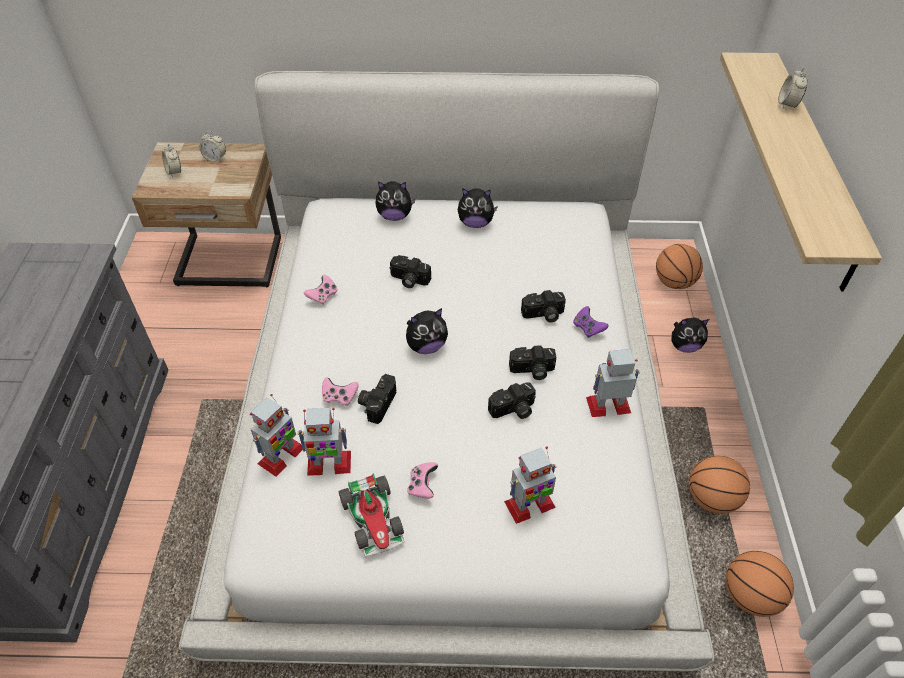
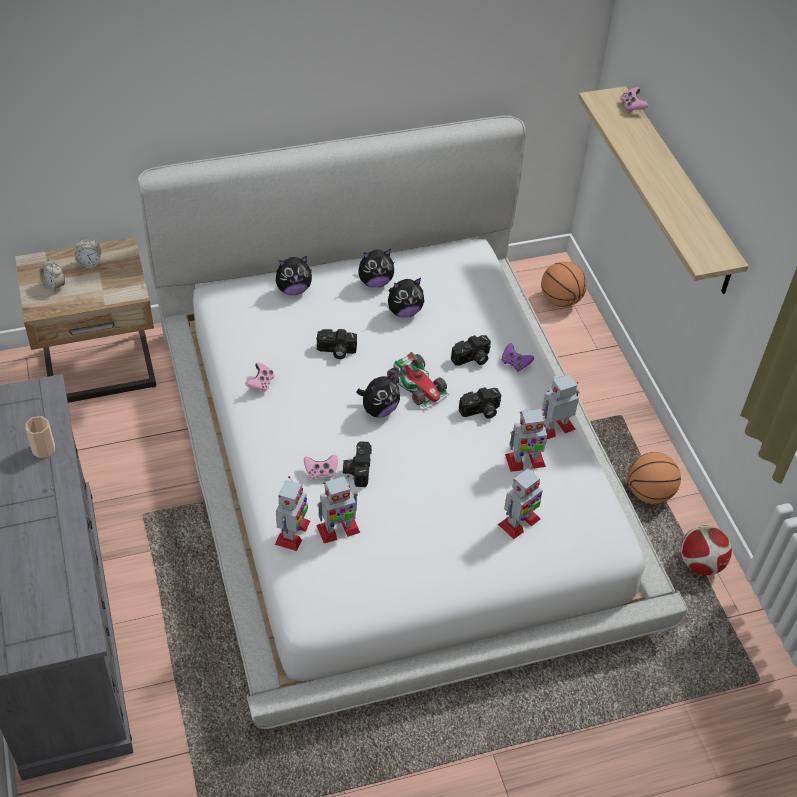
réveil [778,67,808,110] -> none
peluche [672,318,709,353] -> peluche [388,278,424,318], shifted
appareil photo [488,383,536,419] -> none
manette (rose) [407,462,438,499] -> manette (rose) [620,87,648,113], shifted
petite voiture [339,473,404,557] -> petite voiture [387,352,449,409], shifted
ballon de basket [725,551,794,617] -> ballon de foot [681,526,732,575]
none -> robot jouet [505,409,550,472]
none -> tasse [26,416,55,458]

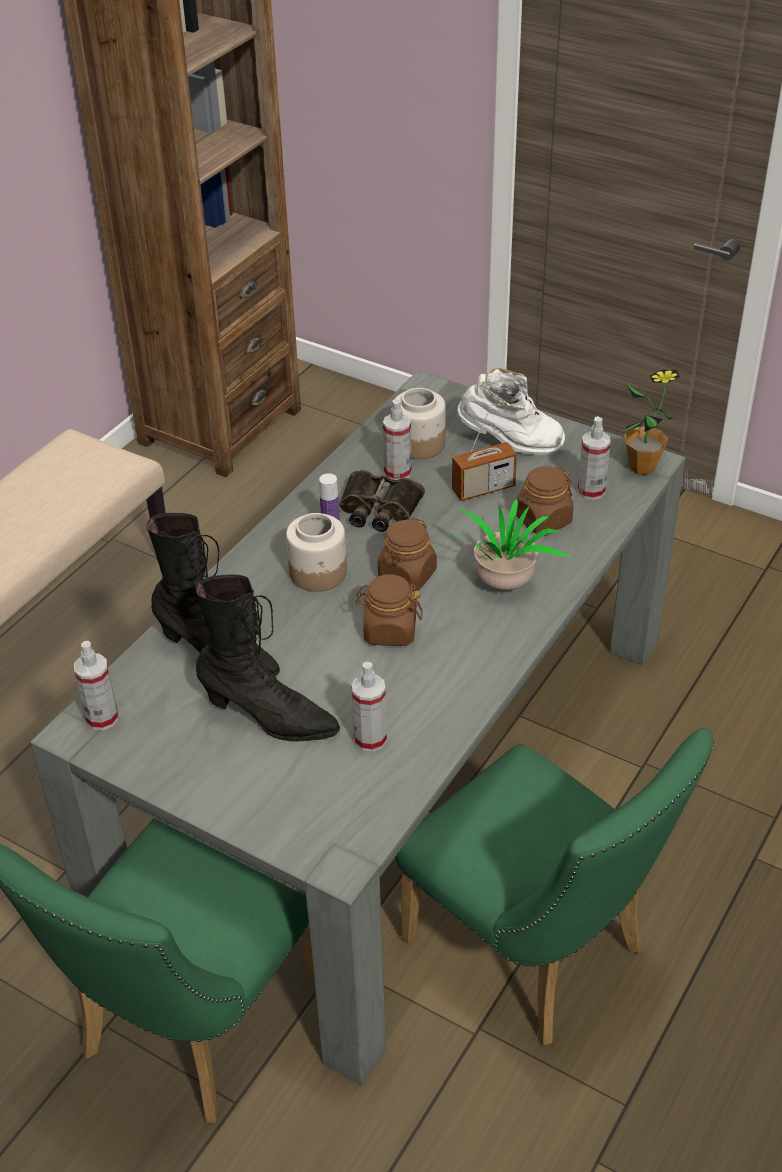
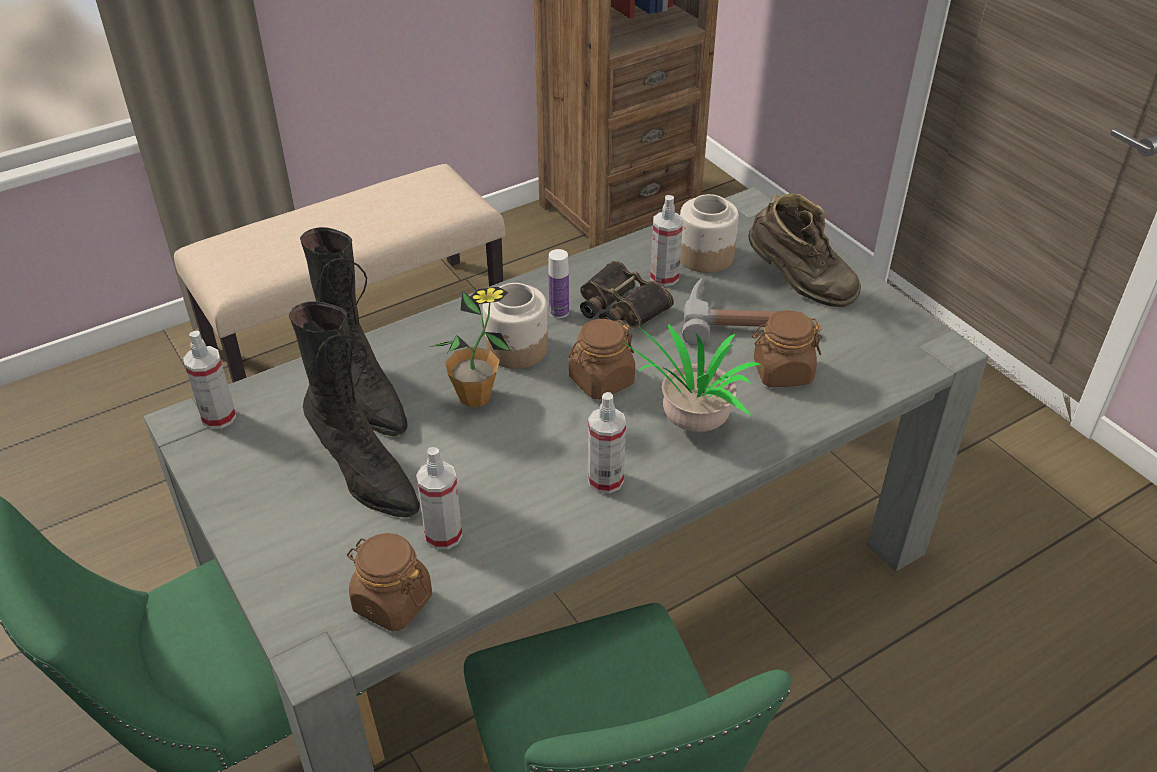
botte (blanc) [457,368,565,455] -> botte (marron) [749,193,861,307]
plante en pot [623,369,680,475] -> plante en pot [429,287,510,407], shifted
radio [452,407,517,501] -> marteau [682,276,804,345]
vaporisateur [578,416,611,500] -> vaporisateur [588,392,626,494], shifted
bocal (marron) [355,574,423,646] -> bocal (marron) [347,533,432,632], shifted

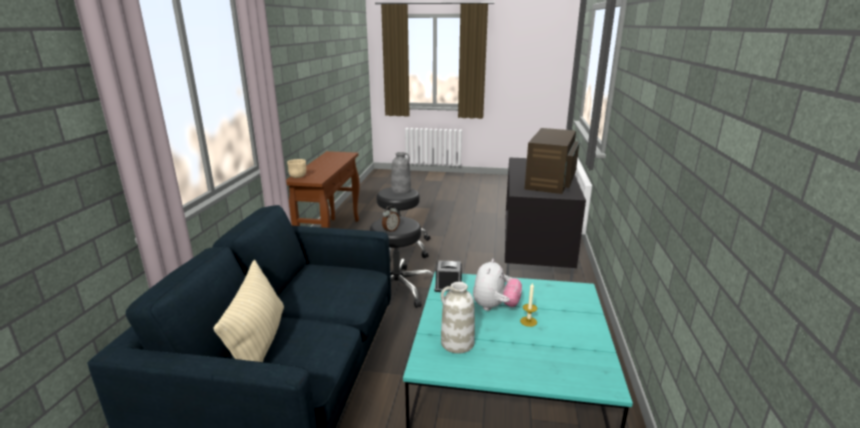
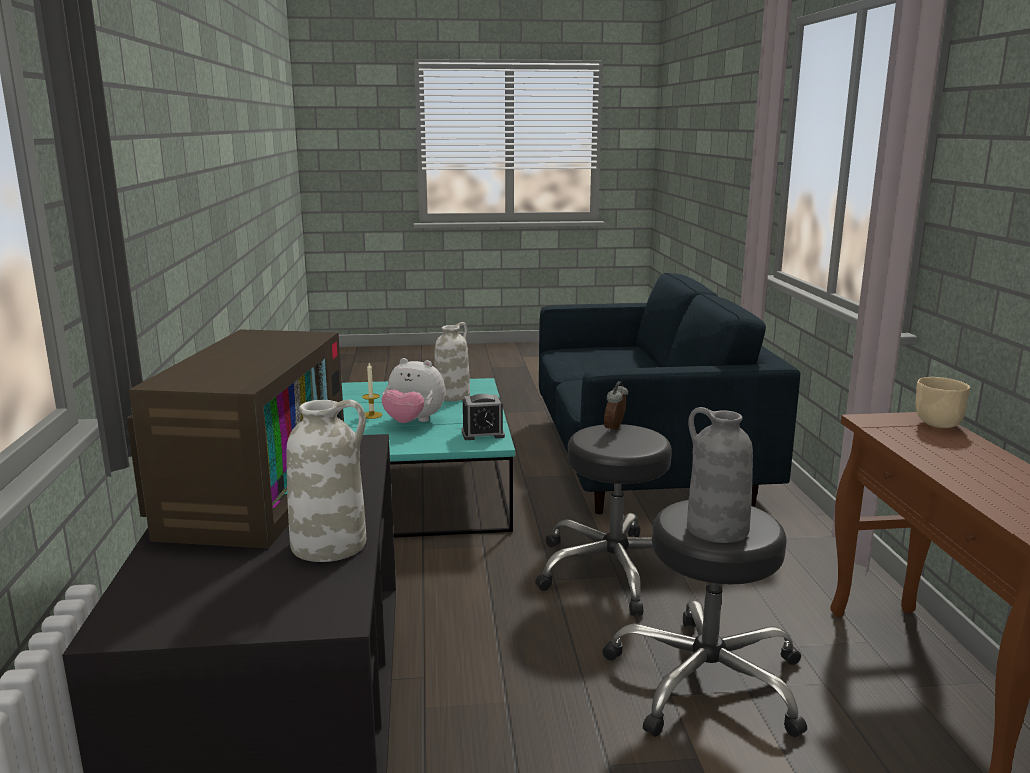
peluche [473,259,522,311] -> peluche [381,358,445,423], 75 degrees counterclockwise
coussin (beige) [214,260,284,362] -> none
none -> vase (blanc) [286,400,366,562]

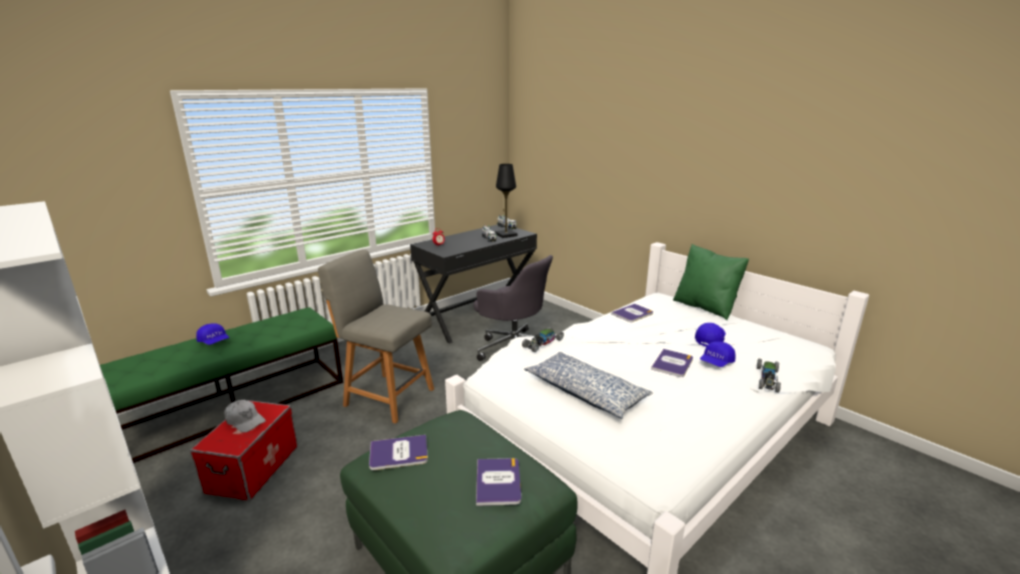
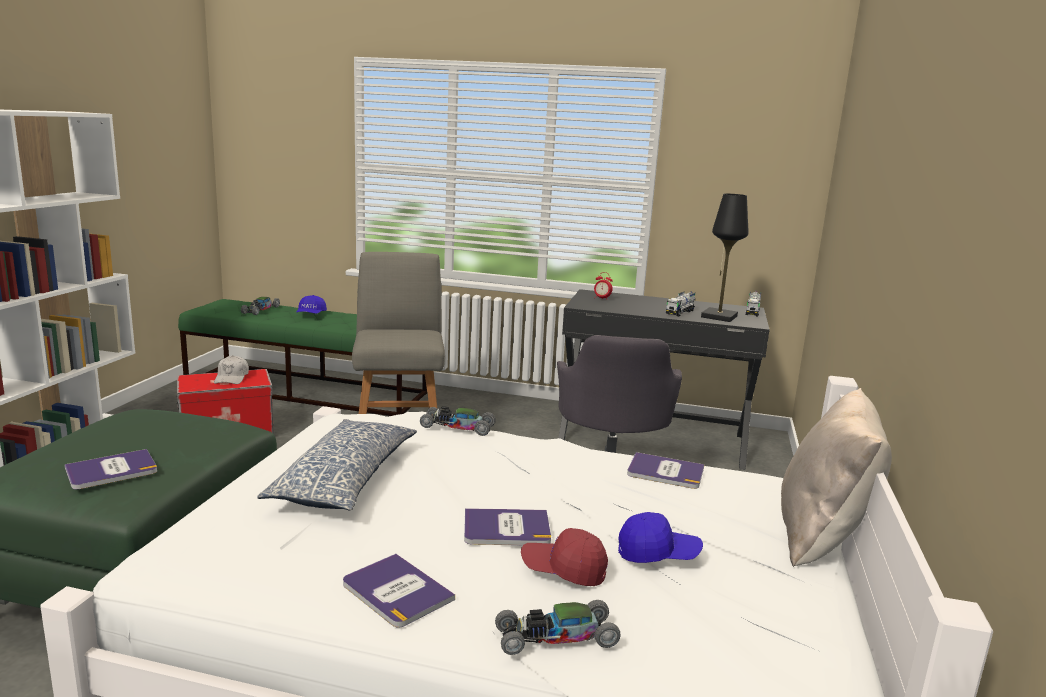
coussin (vert) [673,244,749,320] -> coussin (beige) [781,388,892,567]
casquette (bleu) [700,341,735,367] -> casquette (rouge) [521,528,608,586]
livre [369,435,428,470] -> livre [343,554,455,628], shifted
none -> petite voiture [241,297,280,315]

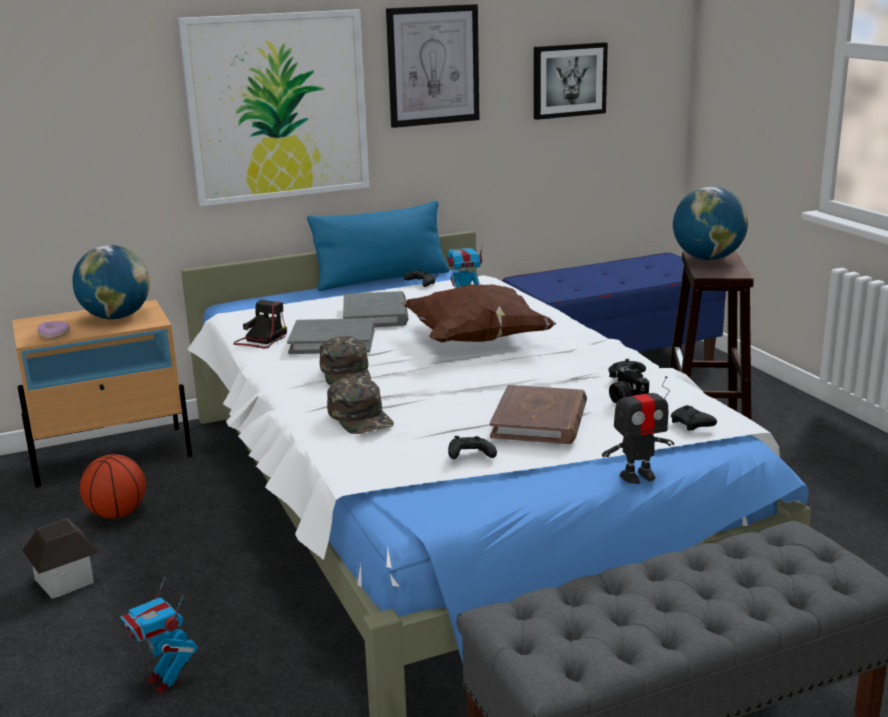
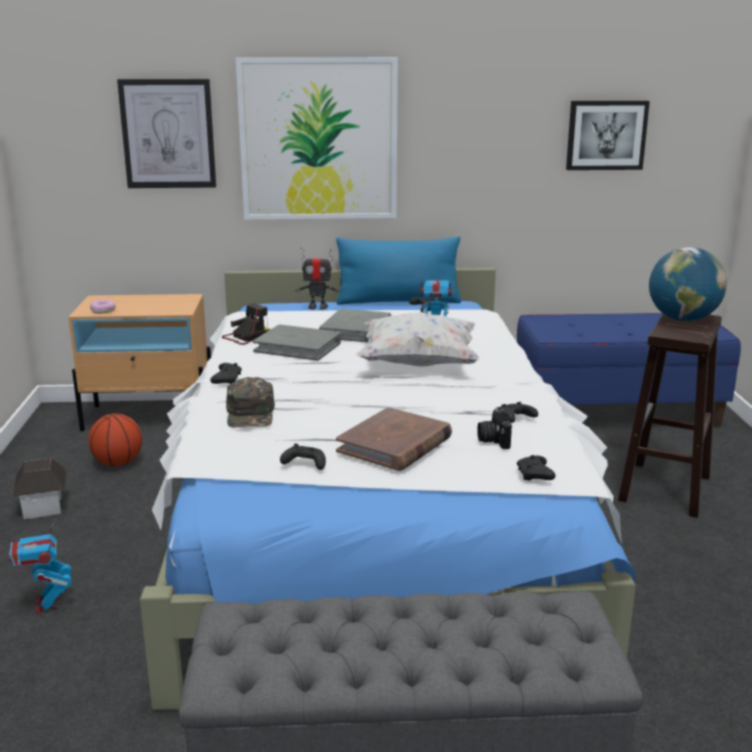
tableau [386,4,480,128] -> tableau [117,79,216,188], shifted
globe [72,245,150,319] -> none
coussin (marron) [402,284,556,342] -> coussin (blanc) [356,312,479,367]
casquette (vert) [320,336,371,385] -> none
robot jouet [602,376,674,484] -> robot jouet [295,248,340,310], shifted
none -> manette (noir) [210,363,242,384]

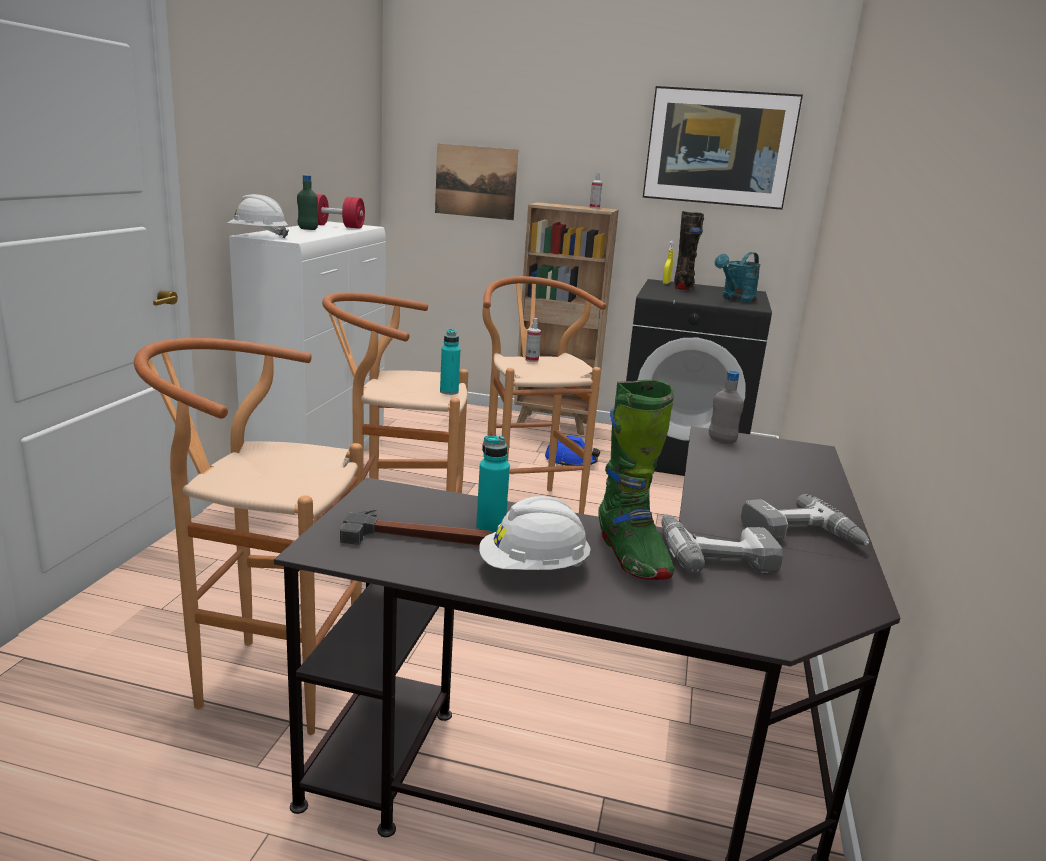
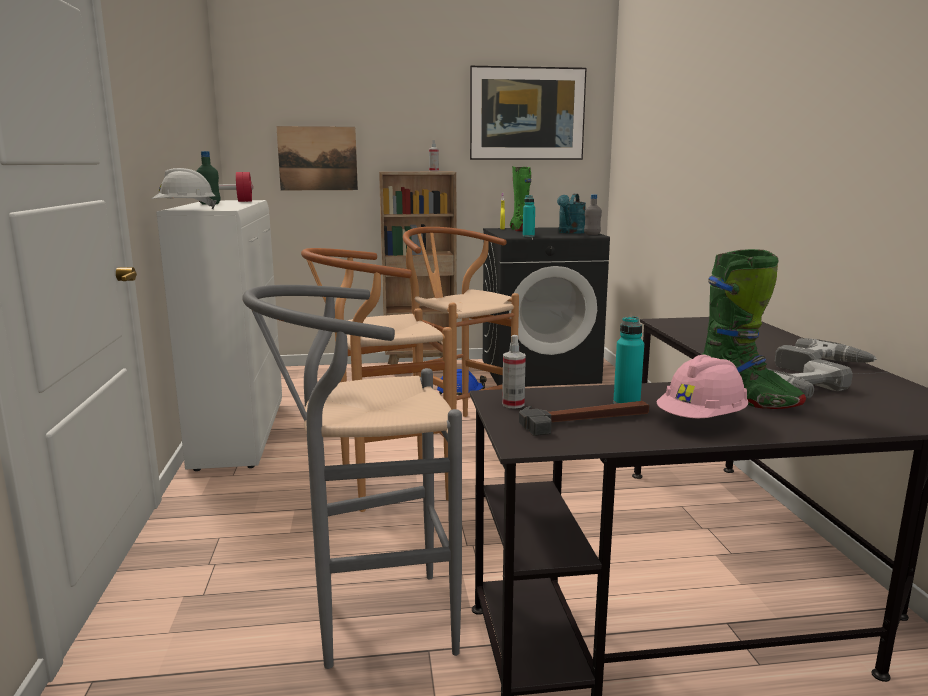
botte (noir) [674,211,704,290] -> botte (vert) [510,166,531,231]
vaporisateur [525,318,541,362] -> vaporisateur [502,335,526,409], shifted
bouteille (turquoise) [440,329,460,395] -> bouteille (turquoise) [523,195,535,237], shifted
tabouret (marron) [134,338,362,735] -> tabouret (gris) [242,285,462,669]
bouteille (gris) [709,371,744,444] -> bouteille (gris) [584,194,602,235], shifted
casque de chantier (blanc) [479,496,591,570] -> casque de chantier (rose) [656,355,748,418]

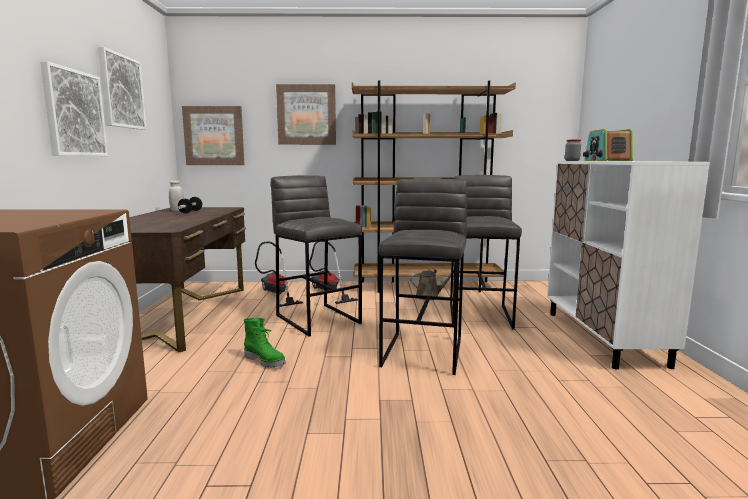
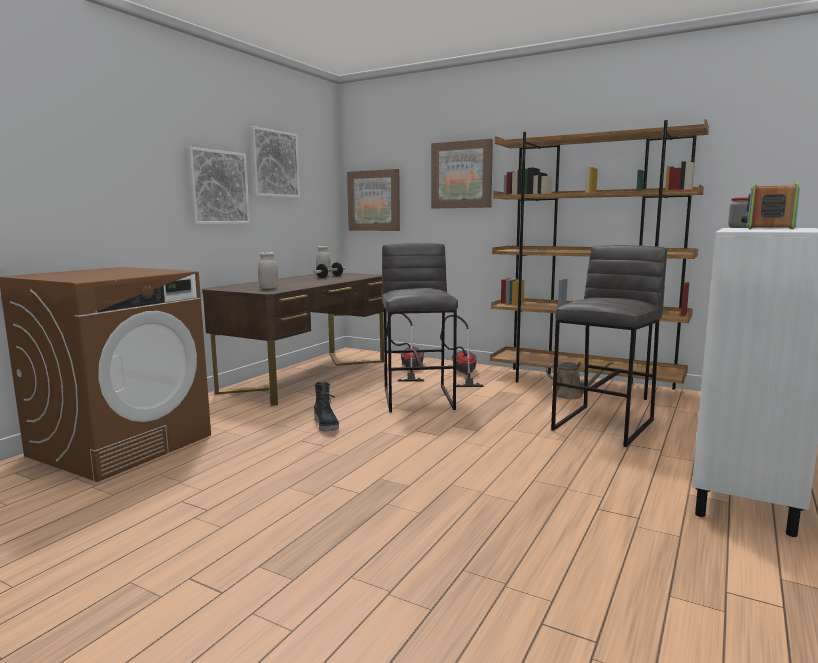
tabouret (gris) [378,178,467,375] -> none
botte (vert) [244,317,286,368] -> botte (noir) [314,382,339,432]
none -> bocal (blanc) [258,252,278,289]

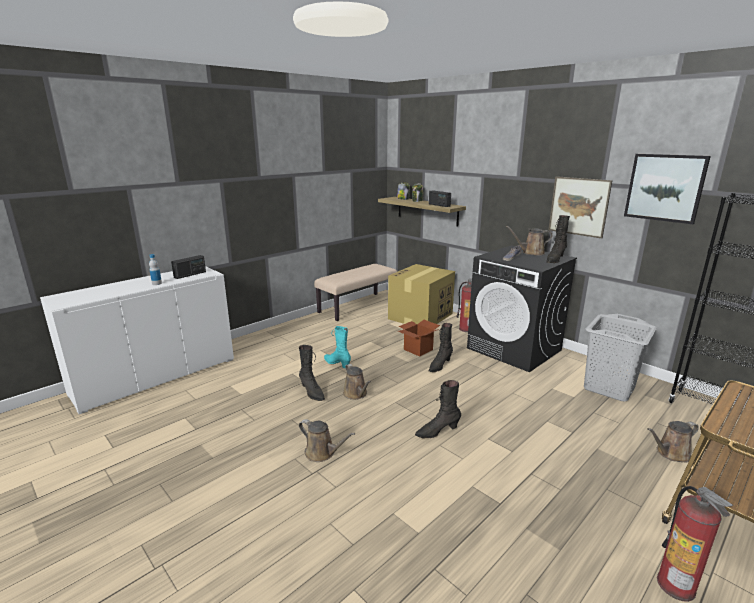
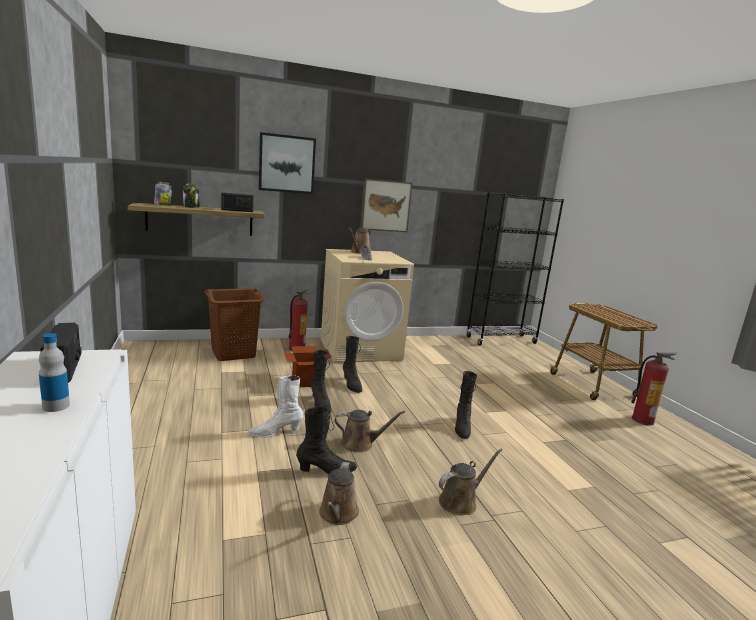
tableau [624,154,711,224] -> tableau [259,132,316,194], shifted
botte (noir) [546,215,570,263] -> botte (noir) [311,350,331,413], shifted
lave-linge (noir) [467,245,577,372] -> lave-linge (beige) [321,249,414,363]
banc (beige) [314,264,397,321] -> none
carton [388,264,455,324] -> panier à linge (marron) [204,288,265,361]
panier à linge (gris) [584,314,657,401] -> none
botte (turquoise) [324,326,351,368] -> botte (blanc) [248,375,304,438]
arrosoir (marron) [647,421,699,462] -> arrosoir (marron) [319,462,359,525], shifted

